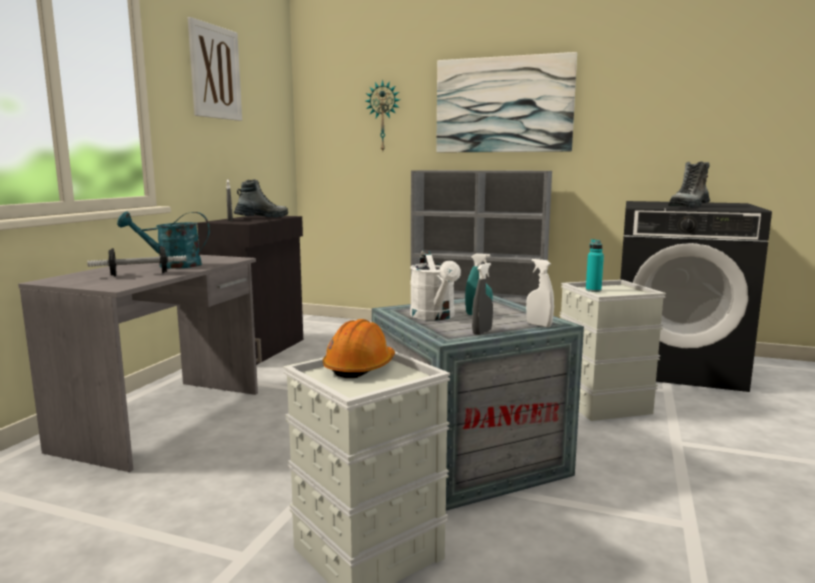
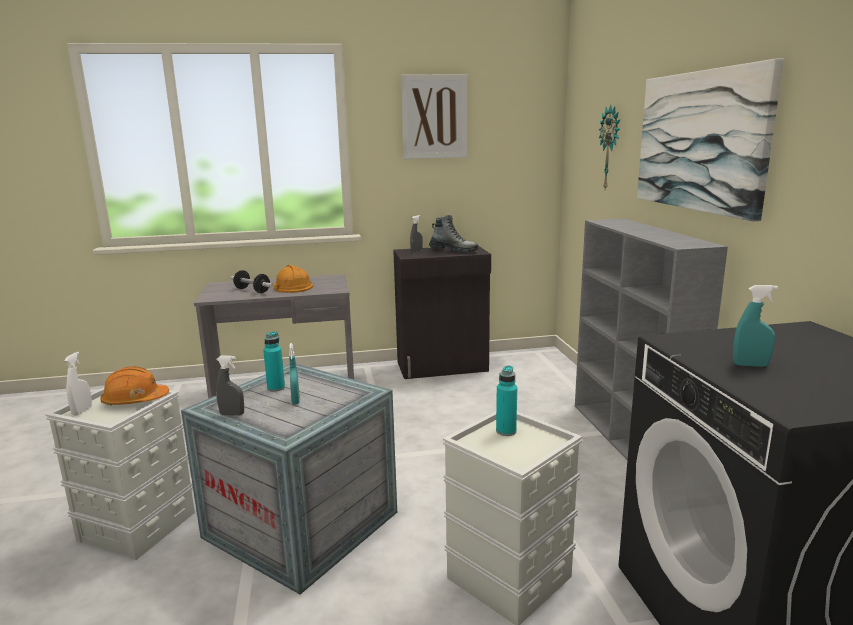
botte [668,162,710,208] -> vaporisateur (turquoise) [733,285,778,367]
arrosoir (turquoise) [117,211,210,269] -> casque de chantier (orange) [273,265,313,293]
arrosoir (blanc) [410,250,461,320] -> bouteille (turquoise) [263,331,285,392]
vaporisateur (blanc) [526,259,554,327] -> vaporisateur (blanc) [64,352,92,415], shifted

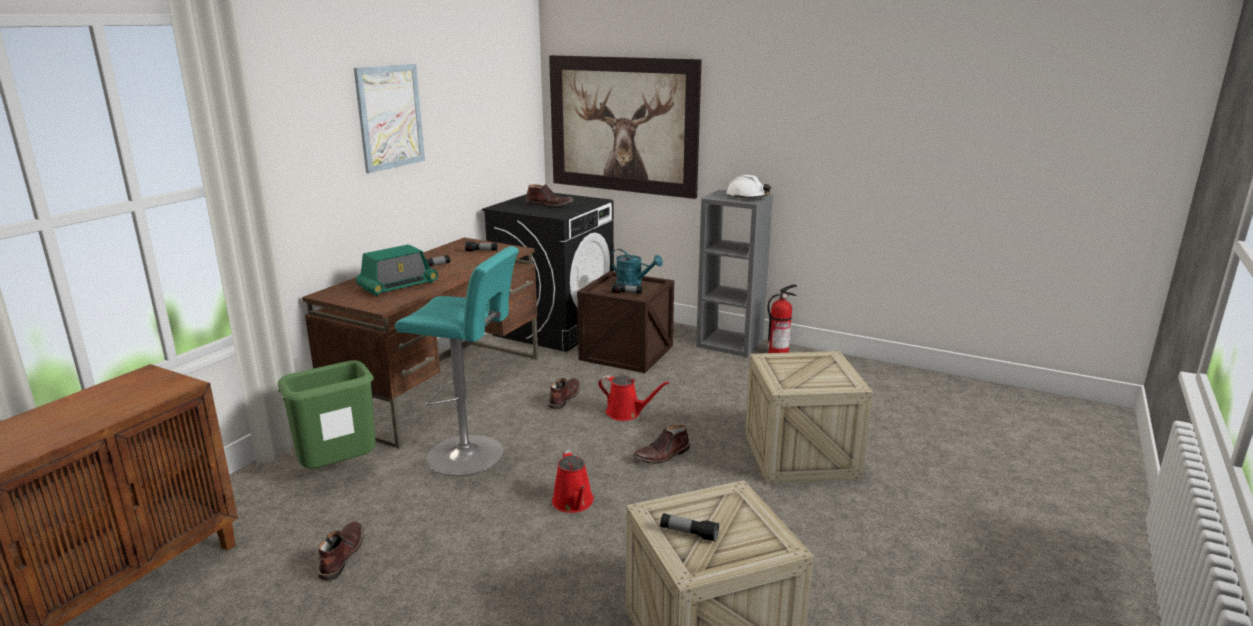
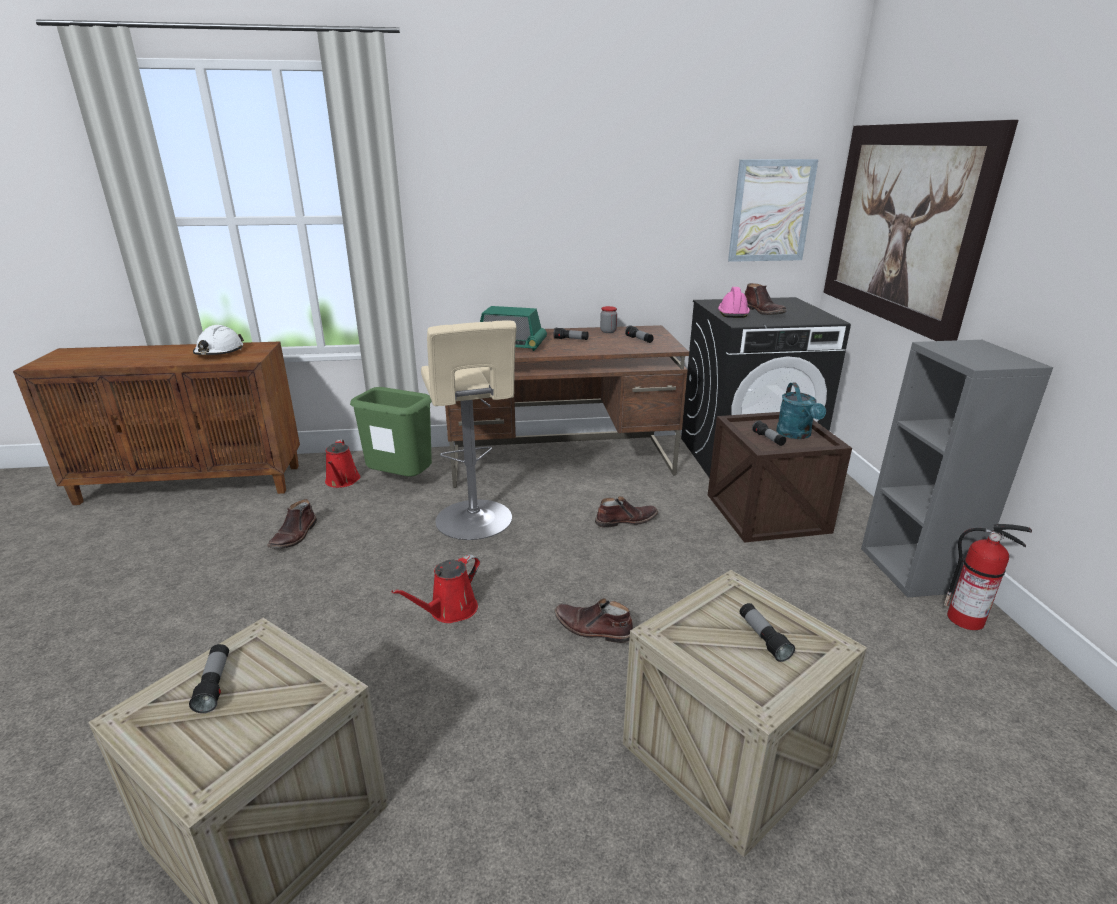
tableau [354,64,425,173] -> tableau [728,159,818,262], shifted
casque de chantier (blanc) [726,175,771,199] -> casque de chantier (blanc) [193,325,244,355], shifted
tabouret (turquoise) [395,246,519,476] -> tabouret (beige) [421,321,517,540]
arrosoir (rouge) [598,375,670,421] -> arrosoir (rouge) [325,439,360,488], shifted
botte (marron) [318,521,364,581] -> botte (marron) [267,499,317,549], 135 degrees clockwise
none -> casque de chantier (rose) [718,287,750,318]
none -> bocal [600,306,617,333]
none -> lampe de poche [740,603,795,662]

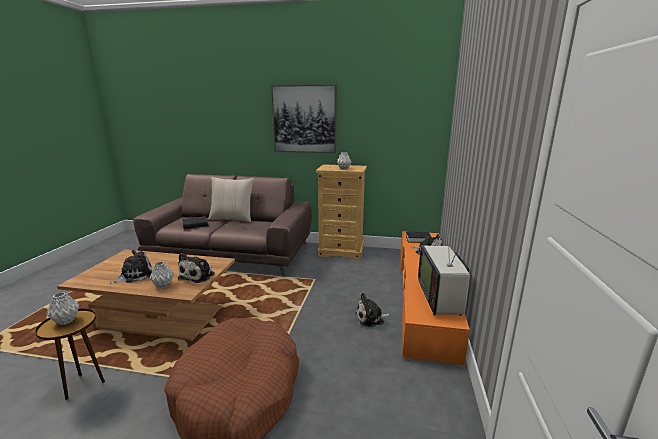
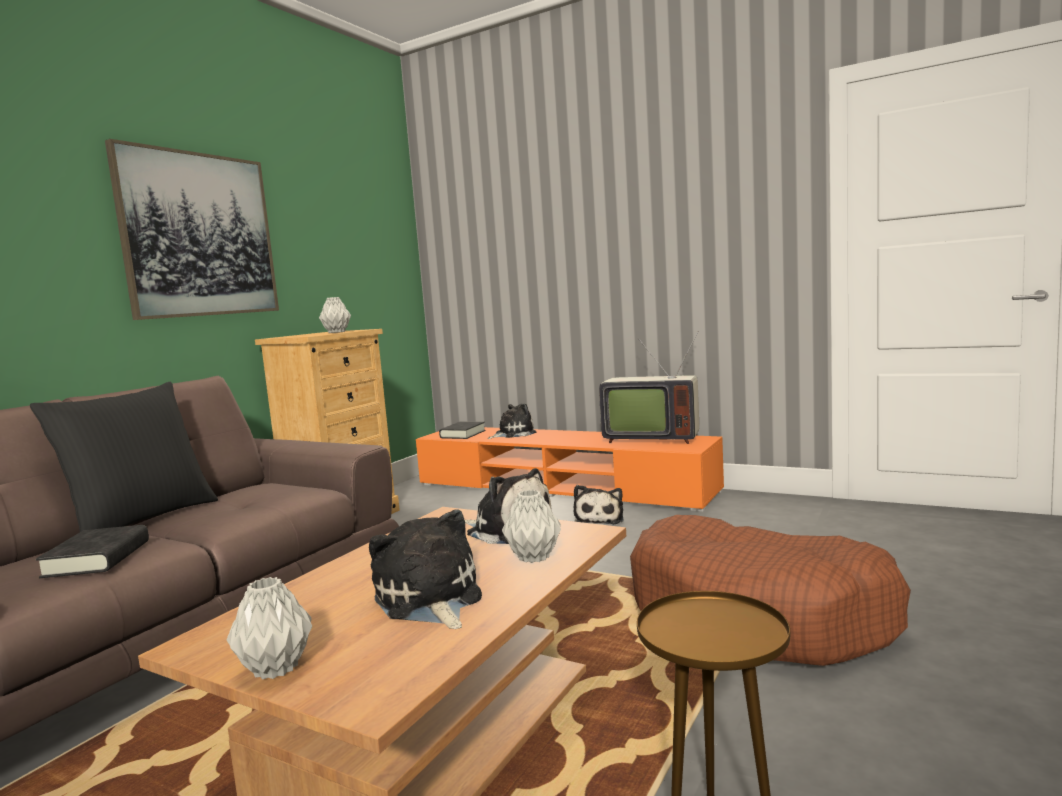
coussin (beige) [208,177,254,222] -> coussin (noir) [30,382,218,532]
vase (gris) [46,292,79,325] -> vase (gris) [227,577,312,680], shifted

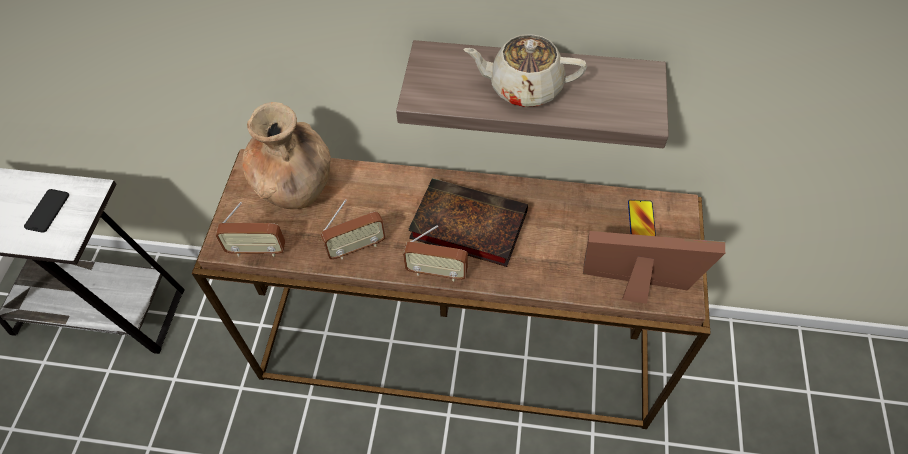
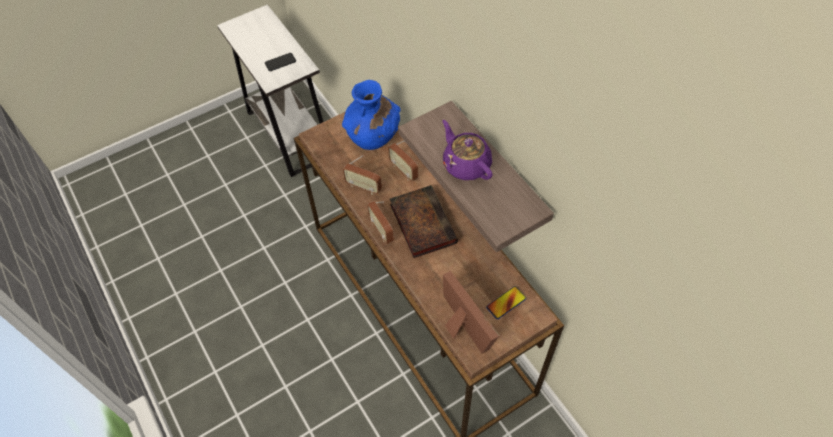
théière (beige) [463,34,587,107] -> théière (violet) [442,120,493,180]
vase (marron) [242,102,331,209] -> vase (bleu) [342,80,401,150]
radio [216,202,285,256] -> radio [388,141,418,181], shifted

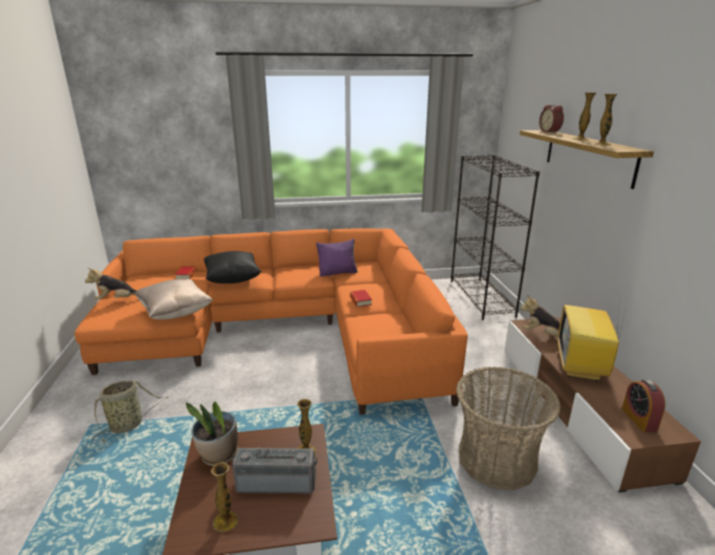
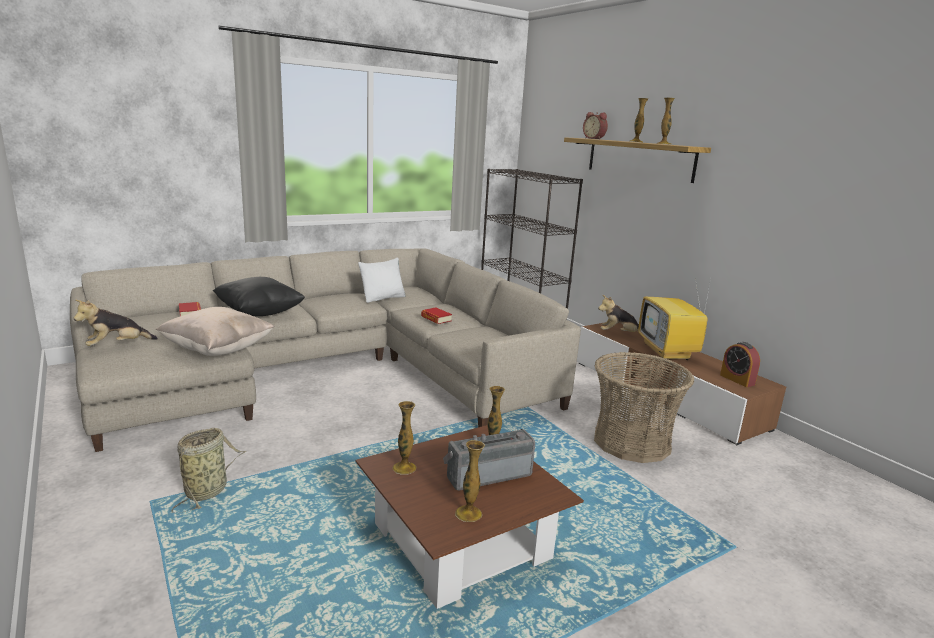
canapé (orange) [74,228,468,415] -> canapé (beige) [70,248,581,452]
coussin (violet) [316,239,358,277] -> coussin (blanc) [358,257,406,303]
plante en pot [186,402,238,466] -> vase [393,401,416,475]

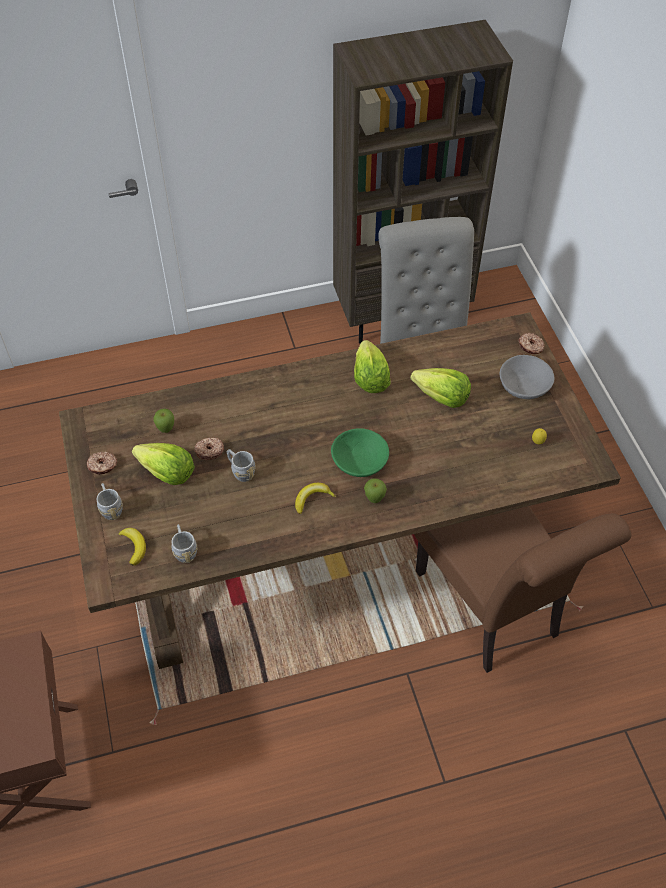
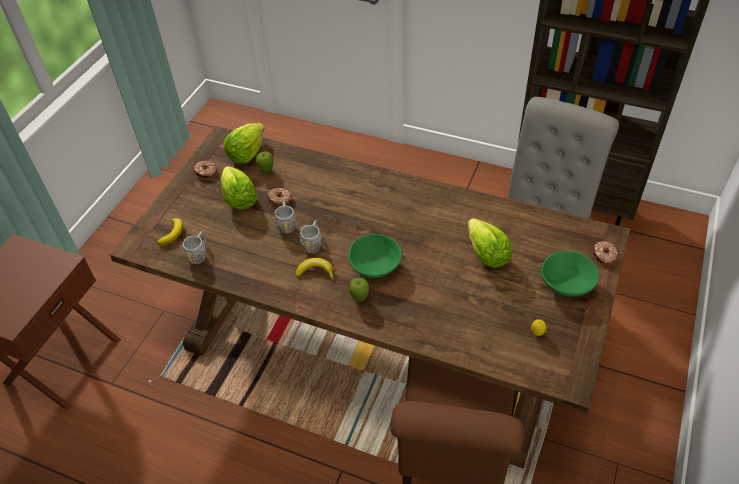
laitue [354,340,391,393] -> laitue [224,123,265,164], shifted
bol (gris) [500,355,554,399] -> bol (vert) [541,251,599,297]
mug (gris) [97,483,123,520] -> mug (gris) [300,220,322,253], shifted

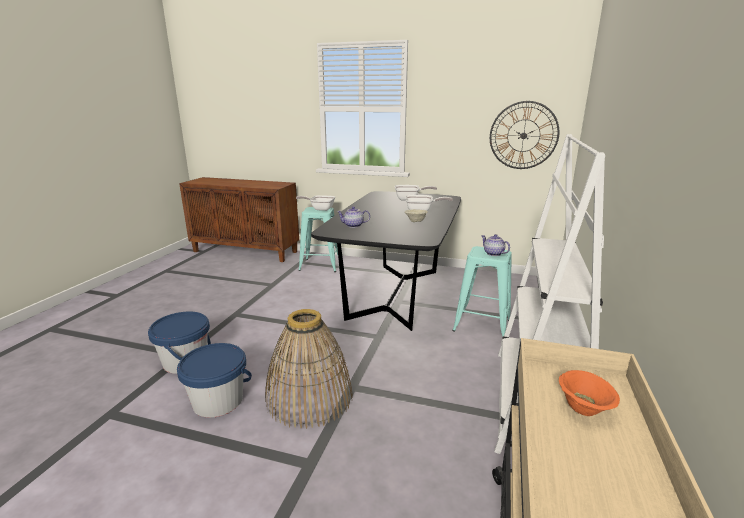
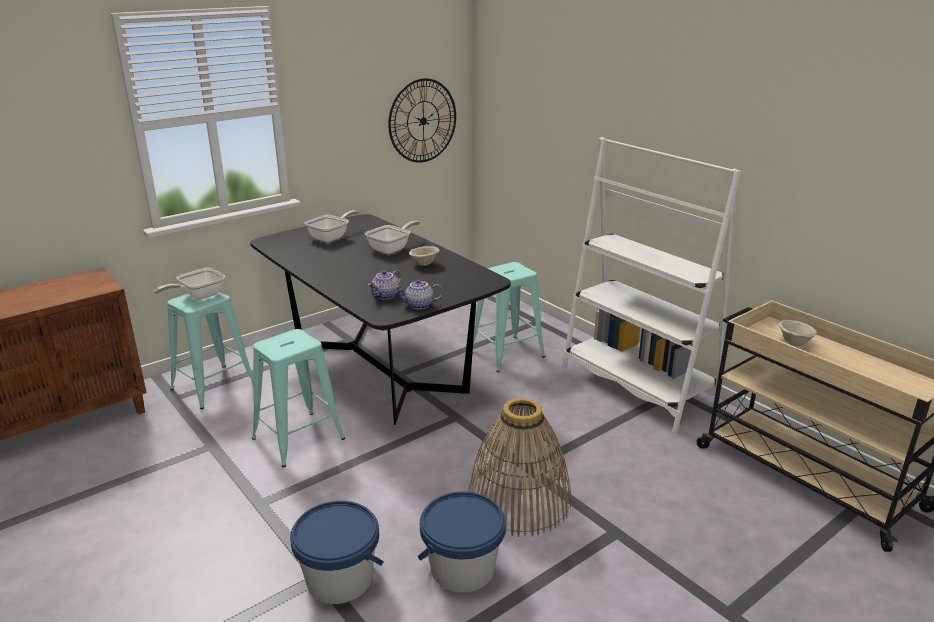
théière [481,234,510,256] -> théière [395,279,443,309], shifted
bol (orange) [559,370,620,416] -> bol (beige) [779,320,817,346]
none -> tabouret (turquoise) [252,329,345,467]

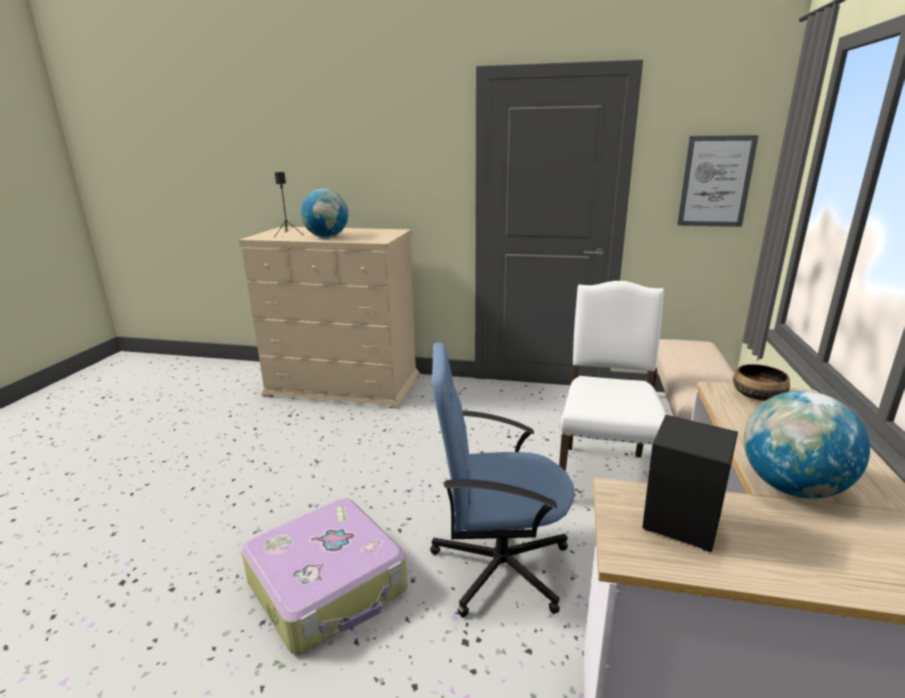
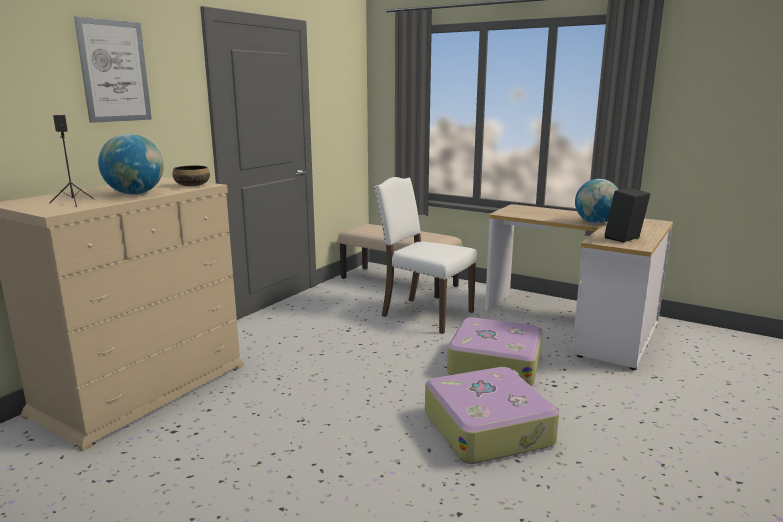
tableau [677,135,759,227] -> tableau [74,16,152,123], shifted
chaise de bureau (bleu) [430,343,575,617] -> valise [447,317,543,386]
bol [733,364,790,401] -> bol [172,165,210,186], shifted

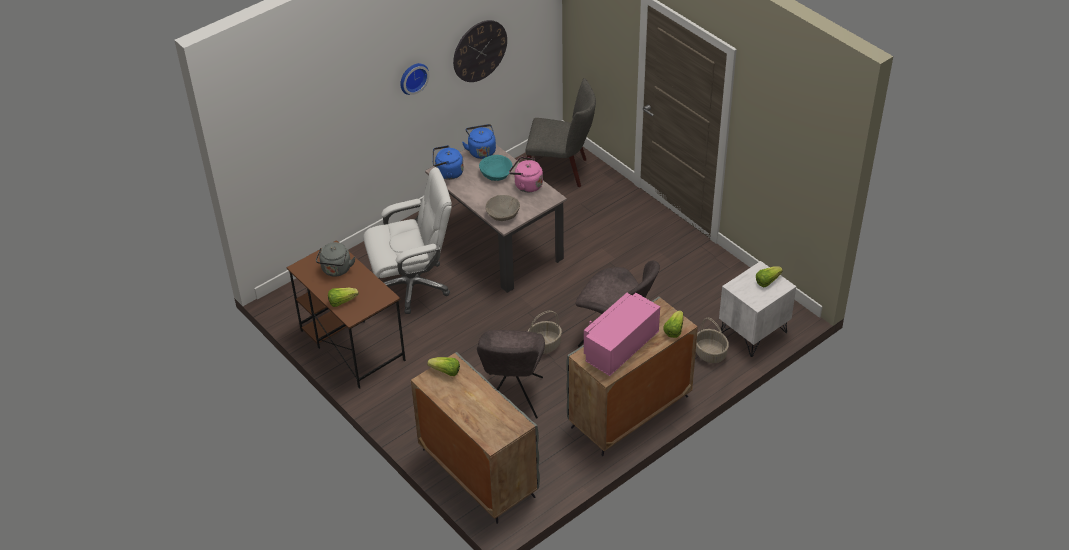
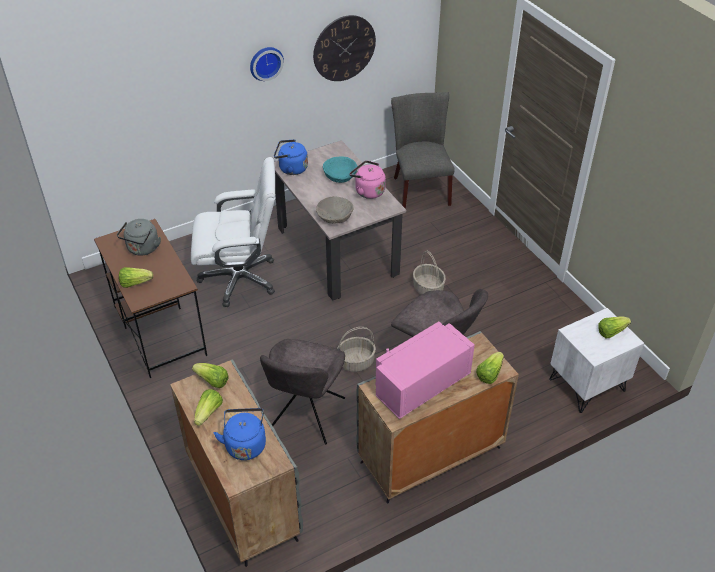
chaise (gris) [525,78,596,187] -> chaise (gris) [391,92,455,209], 120 degrees counterclockwise
bouilloire (bleu) [462,124,496,159] -> bouilloire (bleu) [214,408,266,460], shifted
panier [696,317,729,363] -> panier [413,251,446,295], shifted
none -> laitue [194,389,223,426]

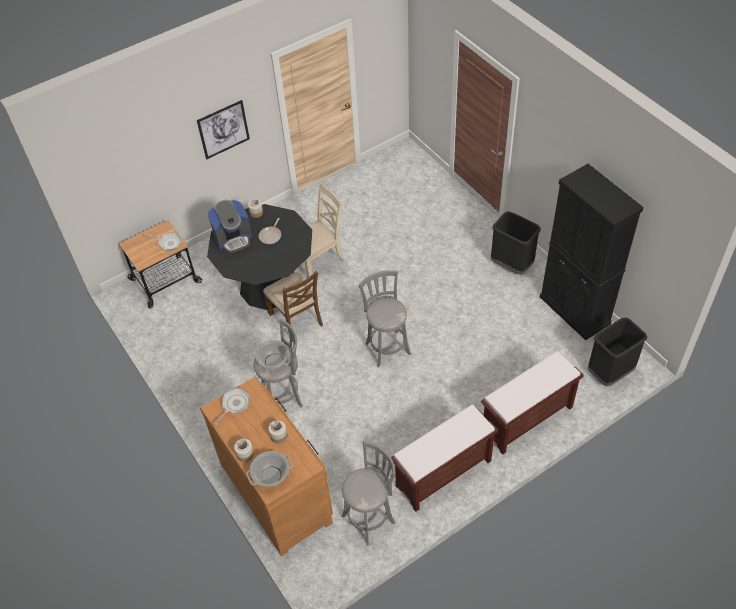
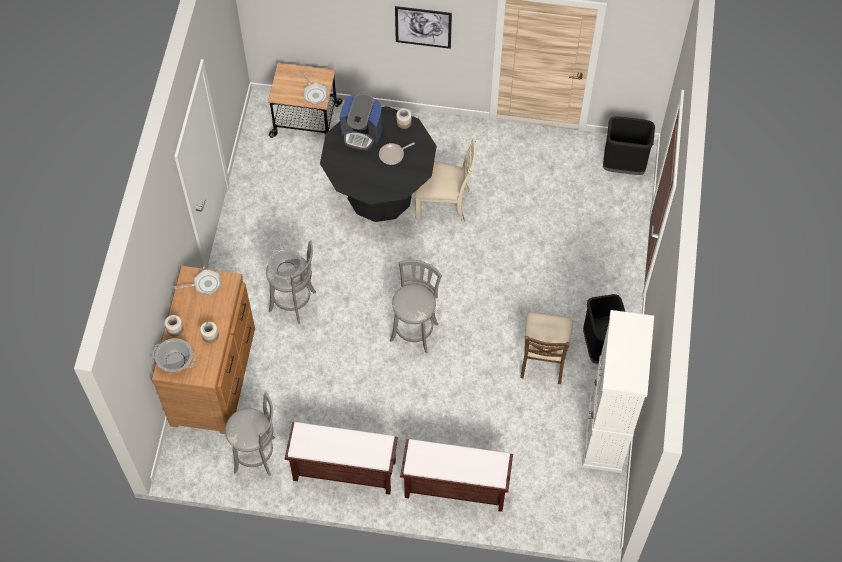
meuble de rangement (noir) [540,164,644,340] -> meuble de rangement (blanc) [582,310,654,473]
chaise (marron) [263,271,323,342] -> chaise (marron) [520,312,573,384], shifted
poubelle (noir) [588,317,647,386] -> poubelle (noir) [603,116,655,175], shifted

